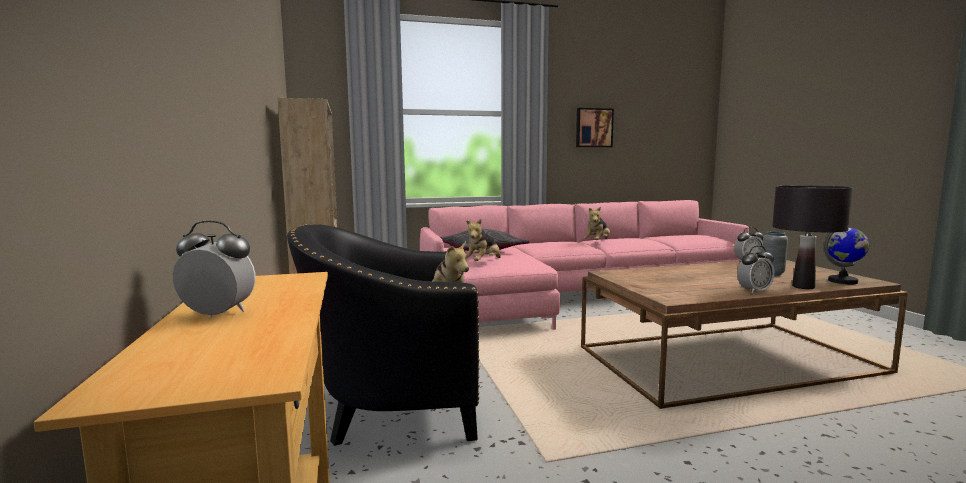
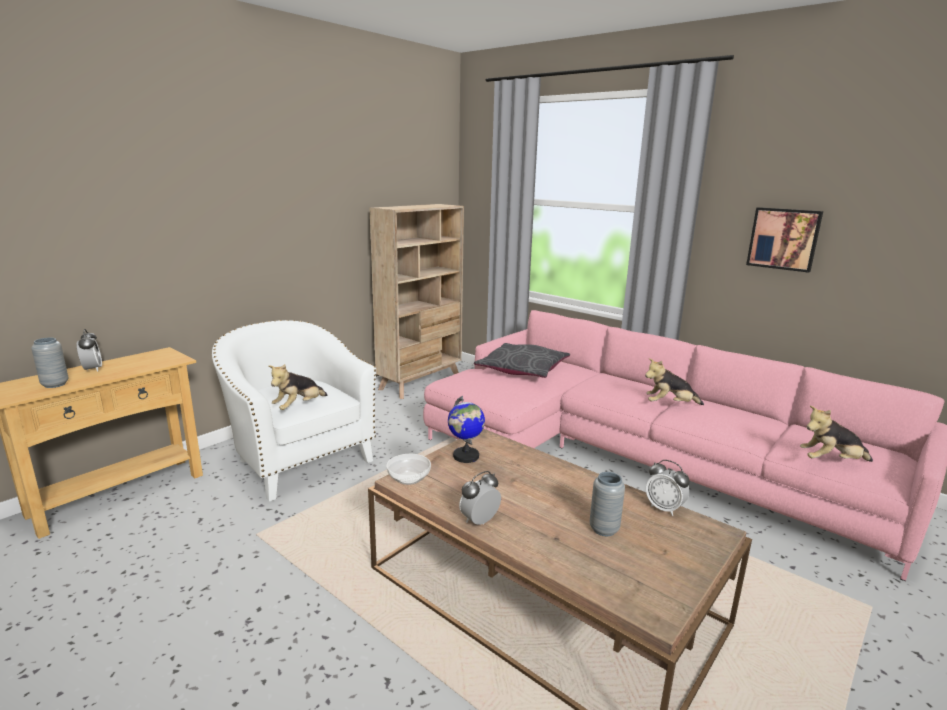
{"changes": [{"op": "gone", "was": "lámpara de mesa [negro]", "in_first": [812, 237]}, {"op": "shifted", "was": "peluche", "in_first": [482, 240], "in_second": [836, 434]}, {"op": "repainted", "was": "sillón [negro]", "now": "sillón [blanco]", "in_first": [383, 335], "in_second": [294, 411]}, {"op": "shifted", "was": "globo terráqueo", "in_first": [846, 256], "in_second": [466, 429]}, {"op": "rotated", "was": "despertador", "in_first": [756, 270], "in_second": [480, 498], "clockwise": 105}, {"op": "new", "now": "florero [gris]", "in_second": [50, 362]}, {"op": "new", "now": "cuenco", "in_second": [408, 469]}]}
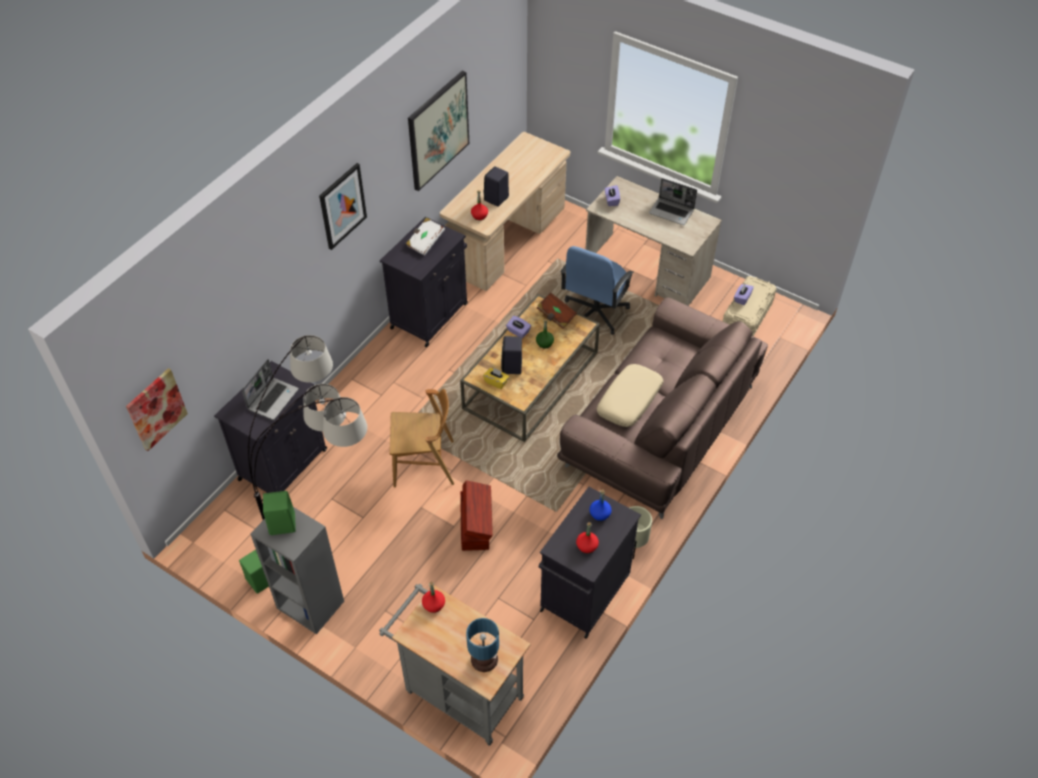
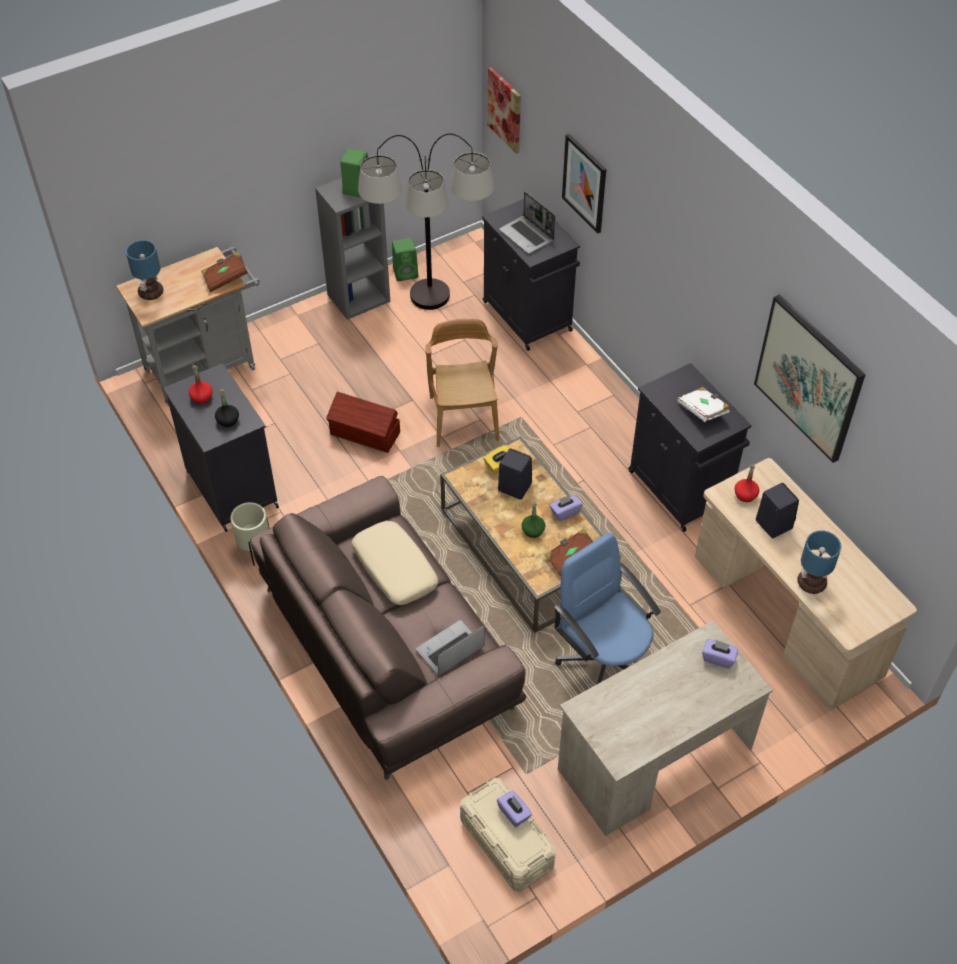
{"changes": [{"op": "shifted", "was": "cuadro", "in_first": [343, 206], "in_second": [584, 183]}, {"op": "shifted", "was": "portátil", "in_first": [673, 201], "in_second": [450, 648]}, {"op": "rotated", "was": "silla [marrón]", "in_first": [421, 438], "in_second": [462, 383], "clockwise": 150}, {"op": "repainted", "was": "botella [azul]", "now": "botella [negro]", "in_first": [601, 505], "in_second": [227, 408]}, {"op": "swapped", "was": "botella [rojo]", "now": "libro [marrón]", "in_first": [433, 597], "in_second": [224, 272]}, {"op": "new", "now": "lámpara de mesa", "in_second": [820, 562]}]}
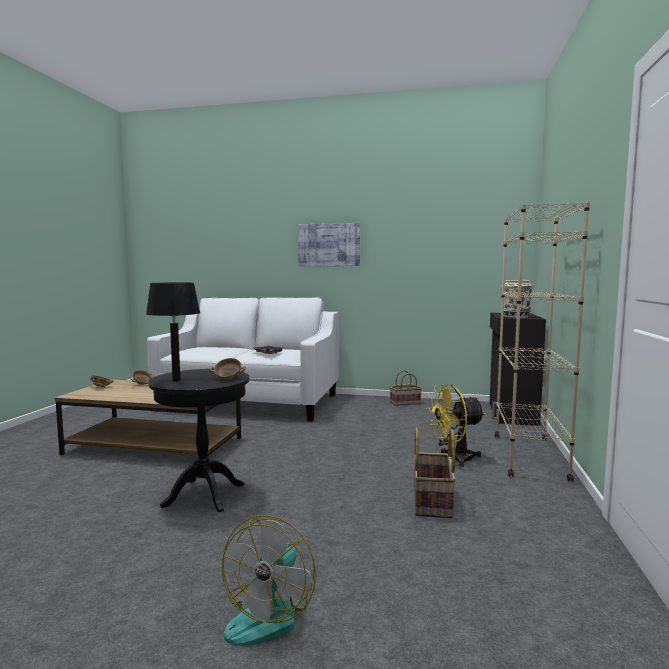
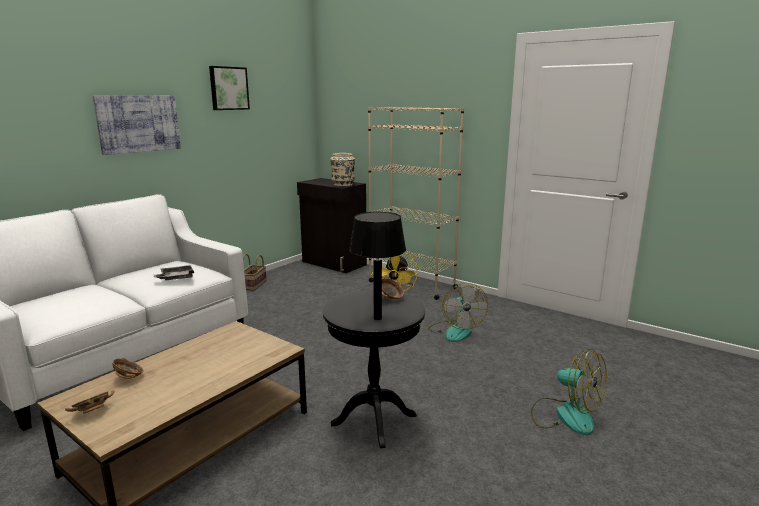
{"changes": [{"op": "swapped", "was": "cesta", "now": "ventilador", "in_first": [435, 473], "in_second": [458, 312]}, {"op": "new", "now": "cuadro", "in_second": [229, 88]}]}
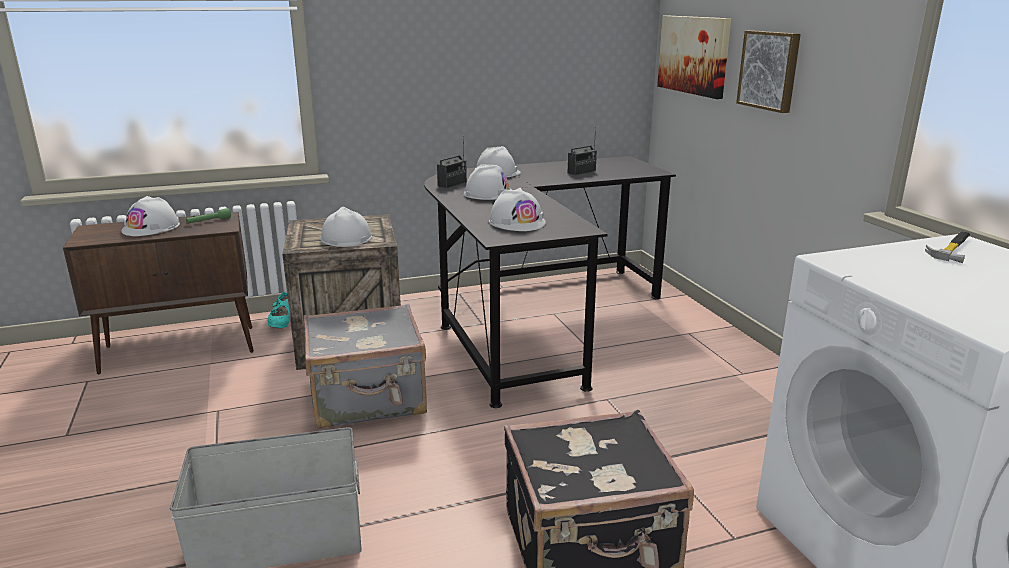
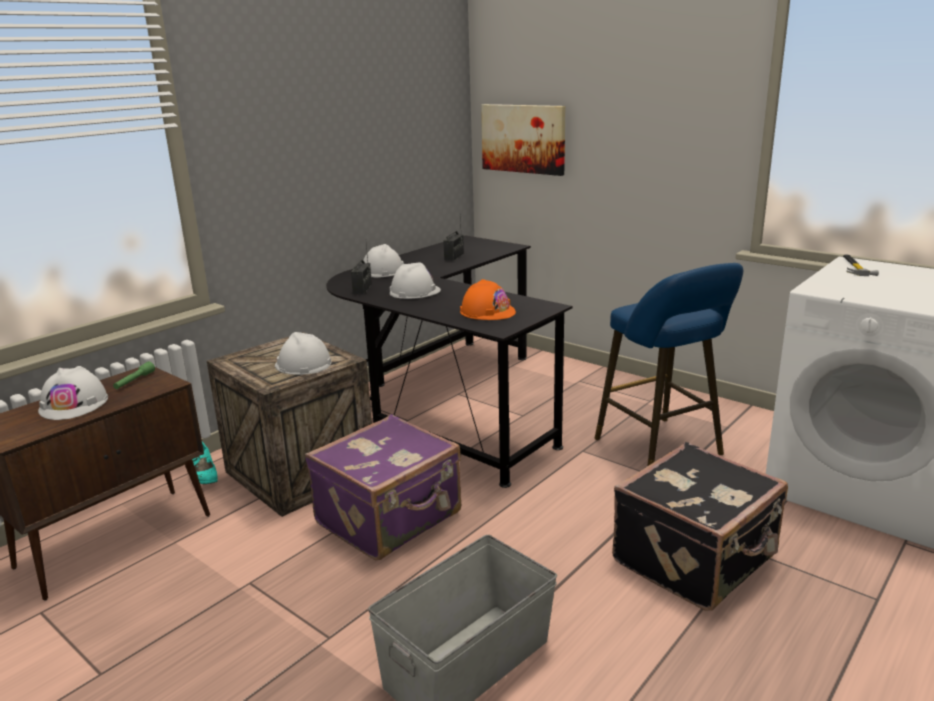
{"changes": [{"op": "gone", "was": "cuadro", "in_first": [768, 71]}, {"op": "repainted", "was": "casco [blanco]", "now": "casco [naranja]", "in_first": [517, 209], "in_second": [488, 299]}, {"op": "repainted", "was": "maleta [gris]", "now": "maleta [morado]", "in_first": [365, 366], "in_second": [383, 487]}, {"op": "new", "now": "taburete [azul]", "in_second": [669, 364]}]}
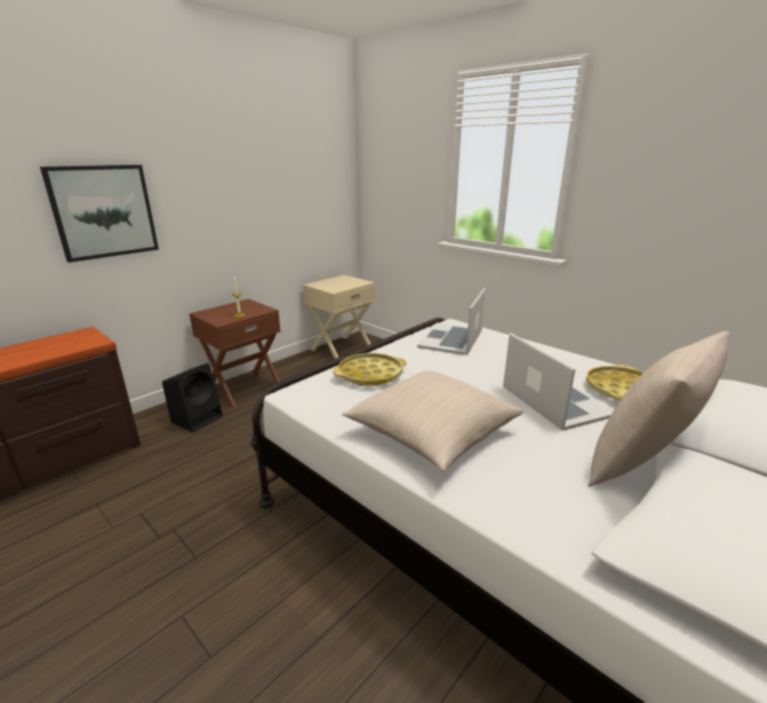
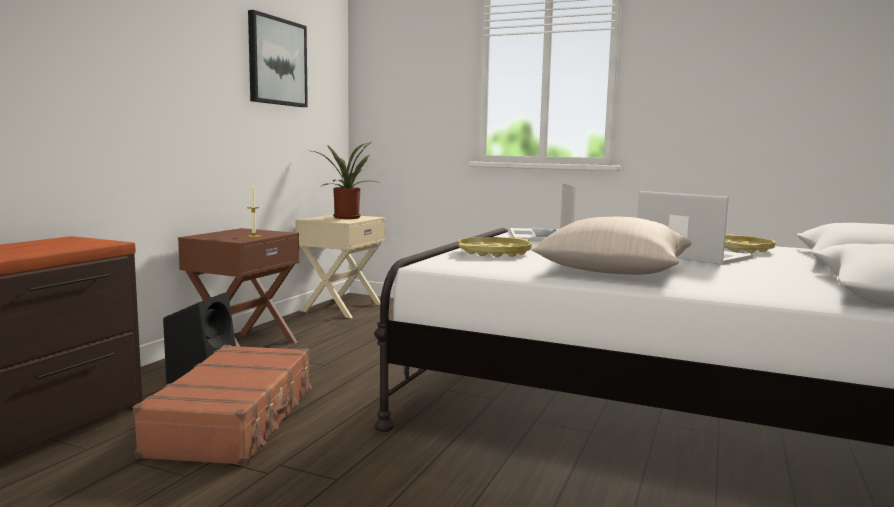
{"changes": [{"op": "shifted", "was": "cuadro", "in_first": [99, 213], "in_second": [278, 58]}, {"op": "gone", "was": "cojín [beis]", "in_first": [659, 409]}, {"op": "new", "now": "planta en maceta", "in_second": [345, 180]}, {"op": "new", "now": "maleta [marrón]", "in_second": [222, 405]}]}
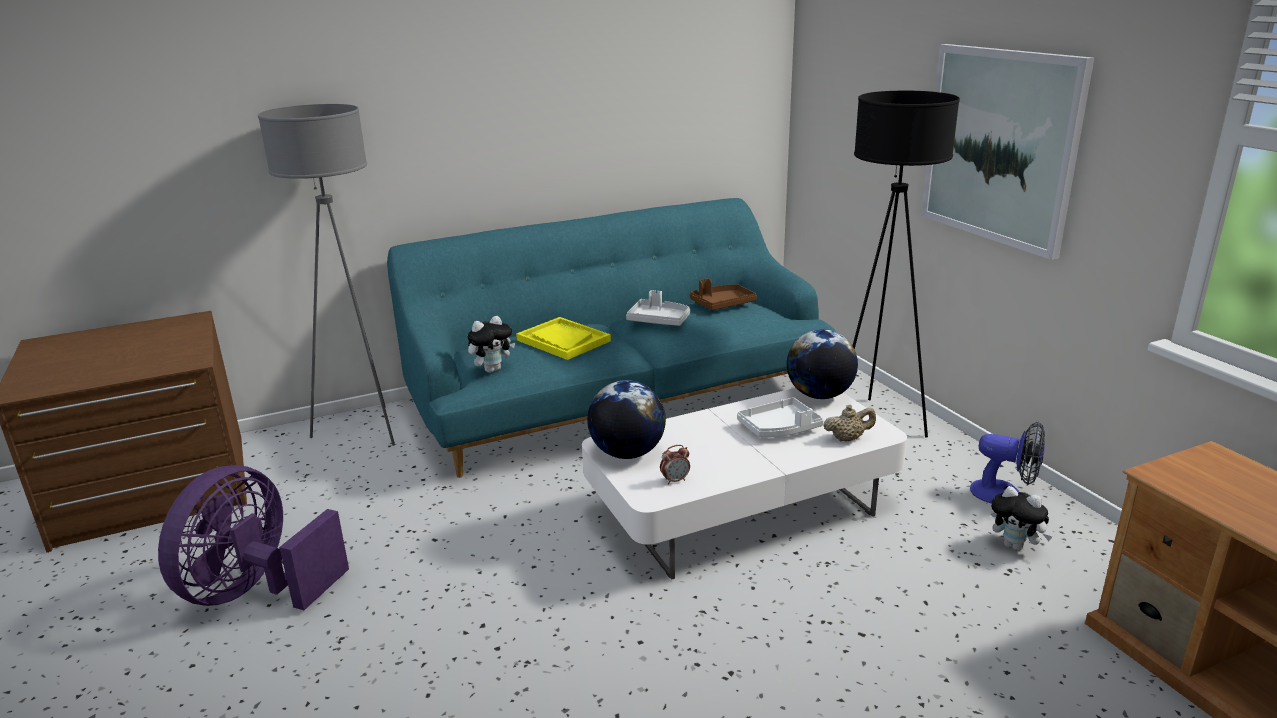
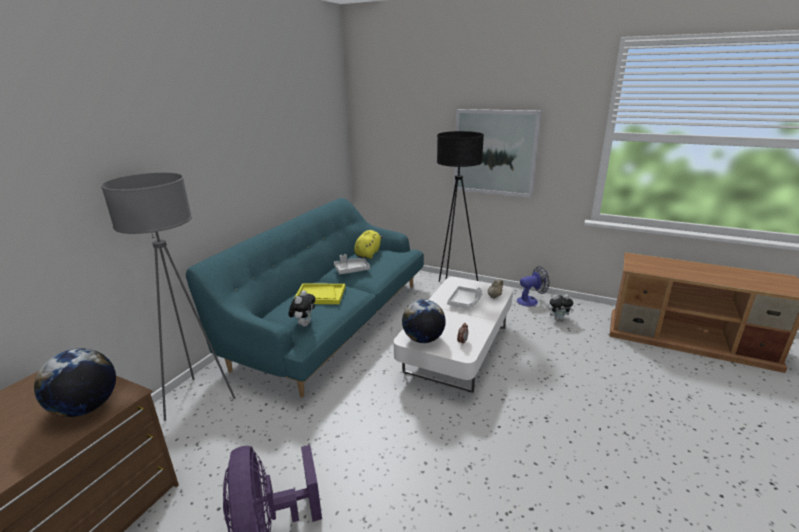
{"changes": [{"op": "swapped", "was": "bandeja [marrón]", "now": "peluche [amarillo]", "in_first": [723, 294], "in_second": [368, 244]}, {"op": "shifted", "was": "globo terráqueo", "in_first": [822, 364], "in_second": [75, 382]}]}
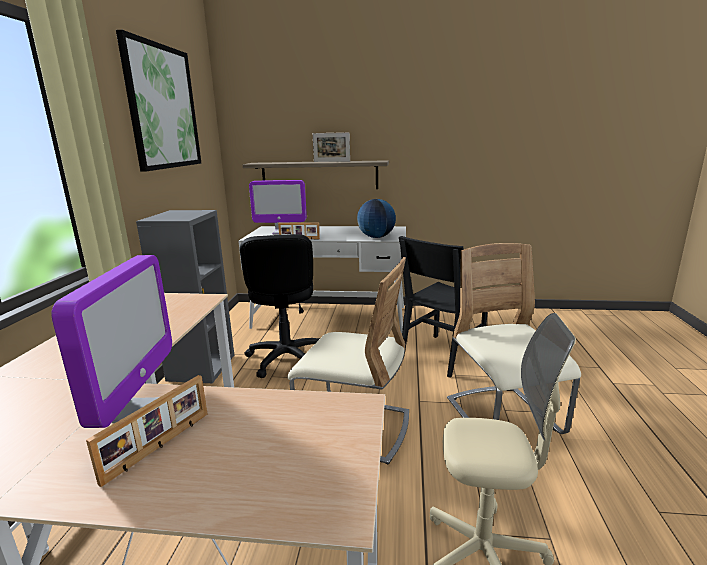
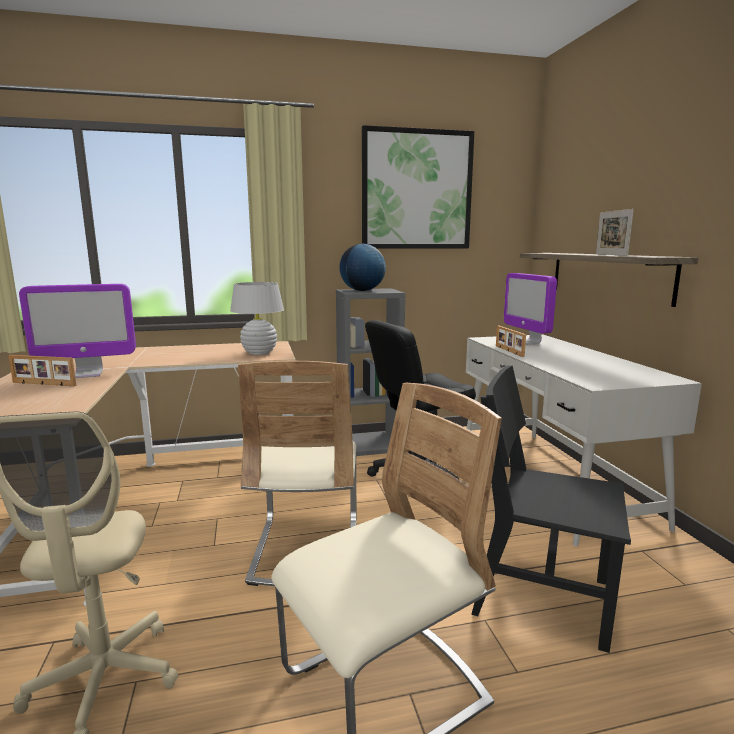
{"changes": [{"op": "shifted", "was": "globo terráqueo", "in_first": [376, 218], "in_second": [363, 267]}, {"op": "new", "now": "lámpara de mesa [blanco]", "in_second": [257, 318]}]}
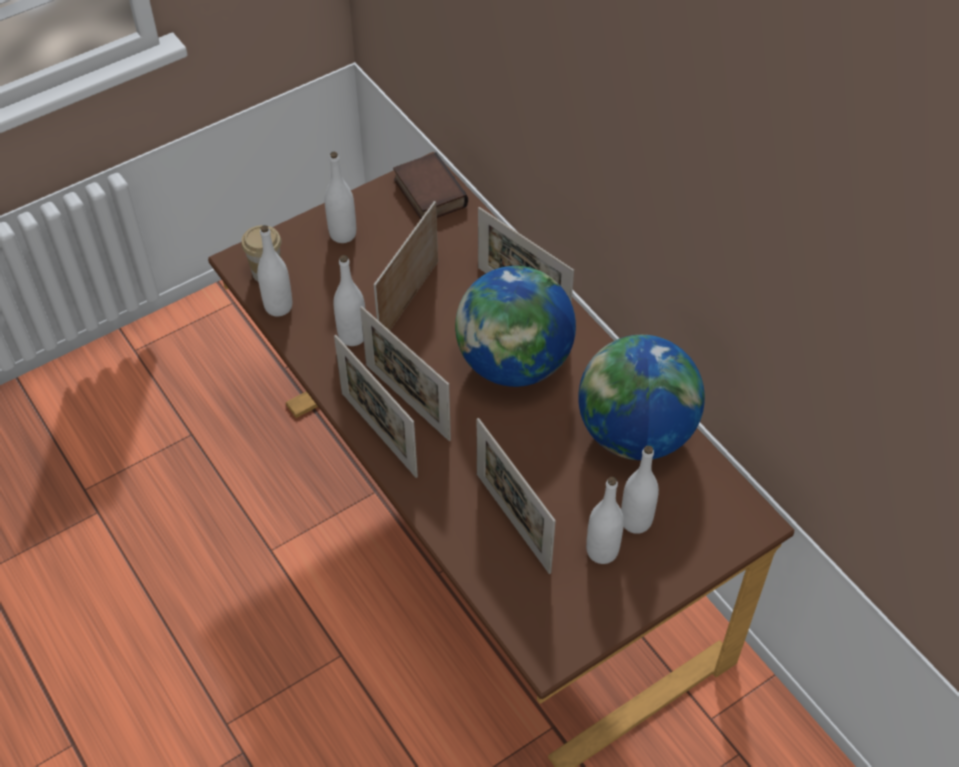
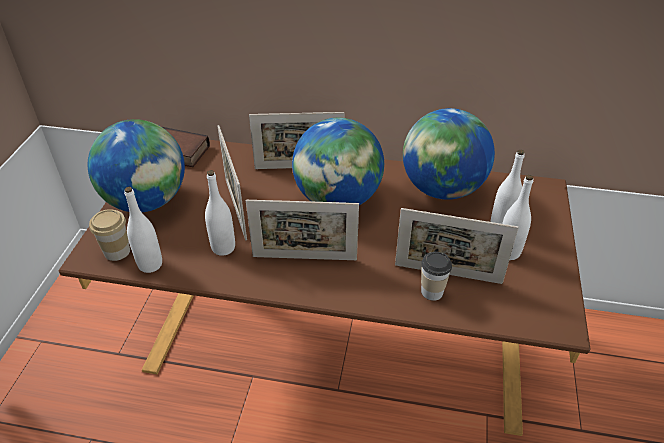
{"changes": [{"op": "swapped", "was": "botella [blanco]", "now": "globo terráqueo", "in_first": [340, 197], "in_second": [136, 165]}, {"op": "gone", "was": "portarretratos", "in_first": [376, 406]}, {"op": "new", "now": "taza", "in_second": [436, 276]}]}
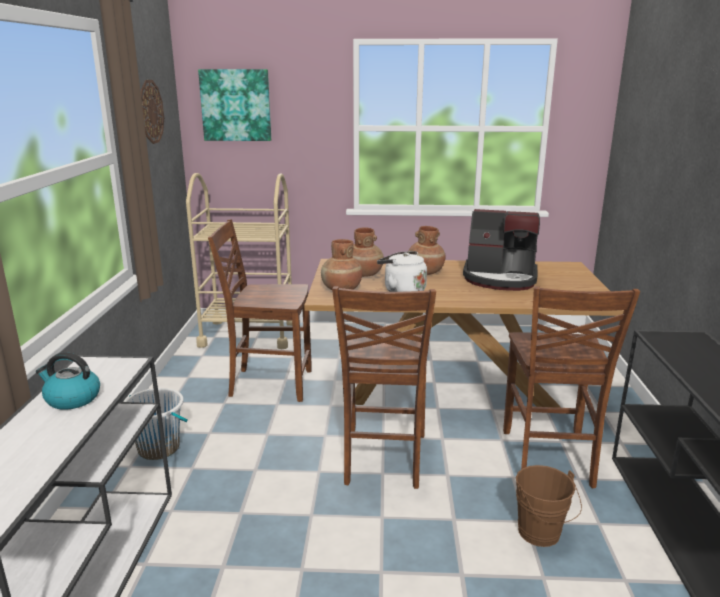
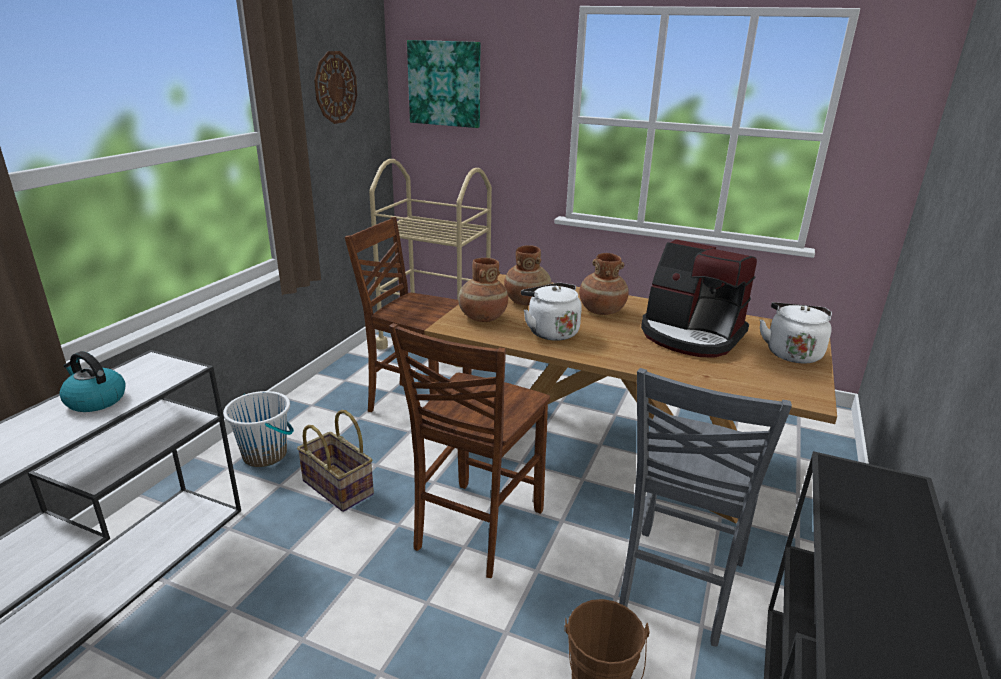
{"changes": [{"op": "repainted", "was": "silla [marrón]", "now": "silla [gris]", "in_first": [571, 387], "in_second": [705, 507]}, {"op": "new", "now": "hervidor [blanco]", "in_second": [796, 333]}, {"op": "new", "now": "cesta", "in_second": [335, 461]}]}
